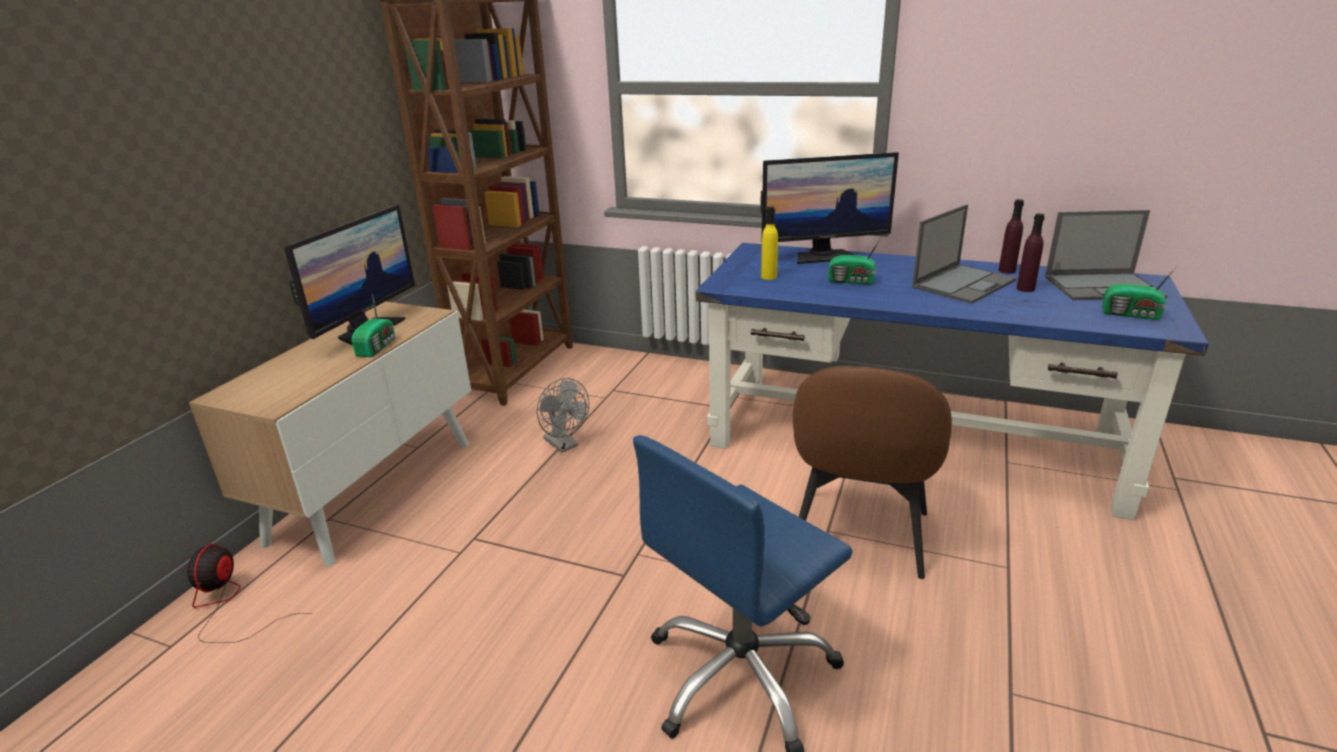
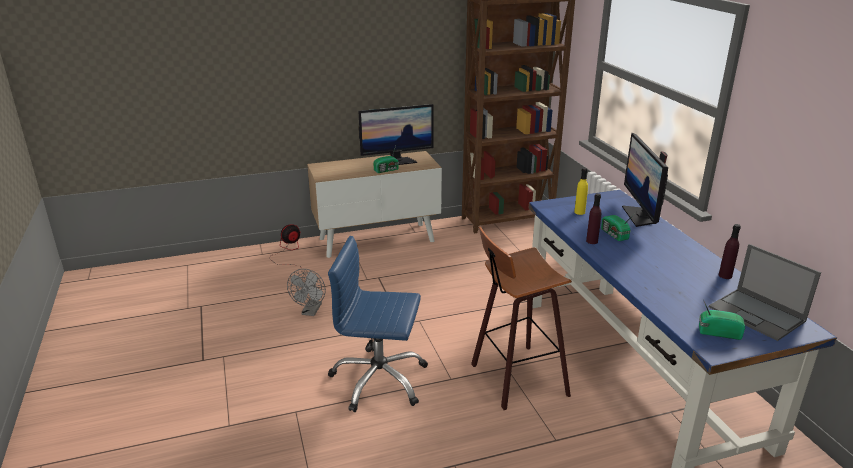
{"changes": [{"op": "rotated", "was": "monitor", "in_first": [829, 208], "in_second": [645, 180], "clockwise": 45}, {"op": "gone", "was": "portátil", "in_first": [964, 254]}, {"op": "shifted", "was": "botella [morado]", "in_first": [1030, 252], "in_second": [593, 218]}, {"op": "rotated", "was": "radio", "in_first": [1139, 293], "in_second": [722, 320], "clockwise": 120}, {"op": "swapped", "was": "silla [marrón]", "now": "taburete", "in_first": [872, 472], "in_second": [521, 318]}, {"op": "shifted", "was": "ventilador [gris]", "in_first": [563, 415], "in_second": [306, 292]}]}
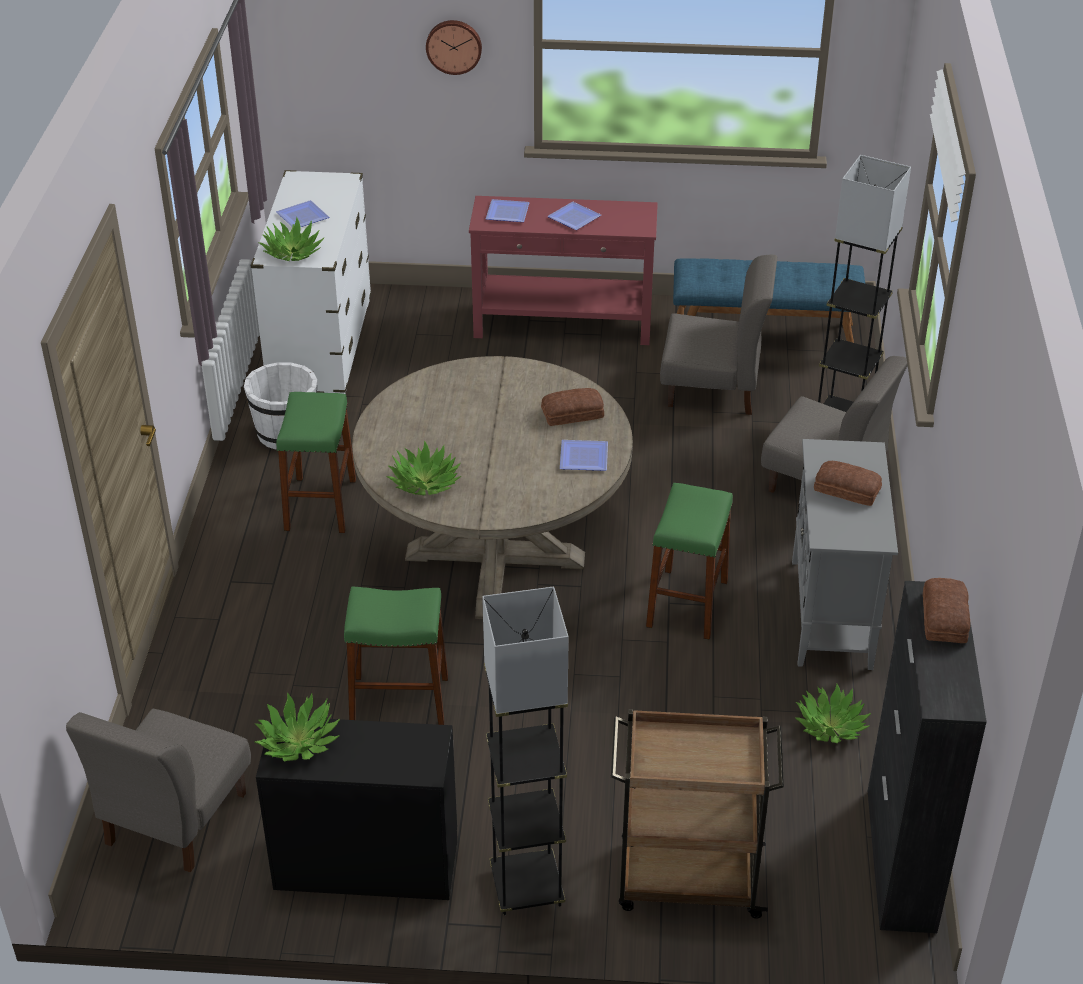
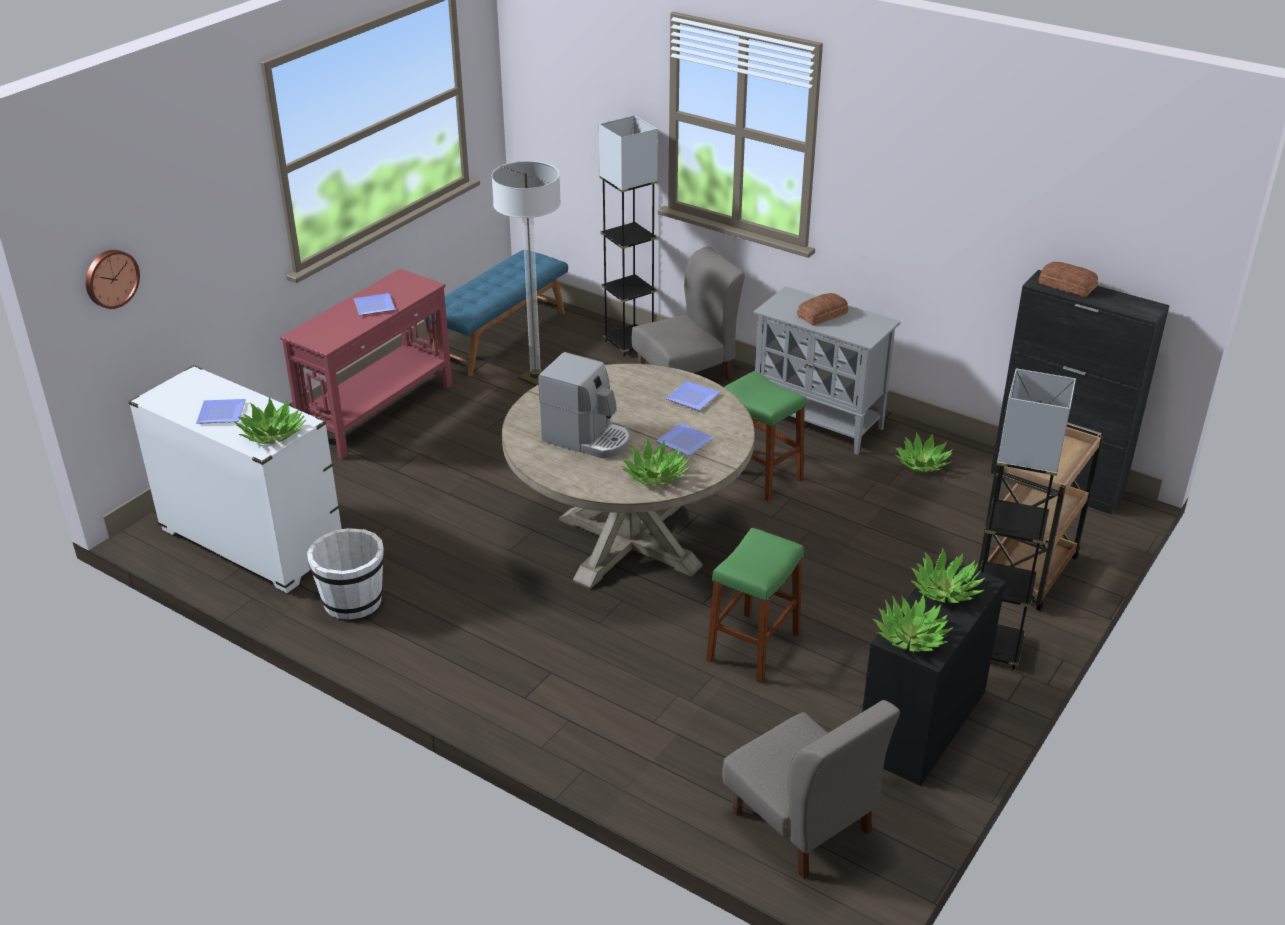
{"changes": [{"op": "shifted", "was": "reloj de pared", "in_first": [454, 47], "in_second": [113, 279]}, {"op": "shifted", "was": "plato", "in_first": [508, 210], "in_second": [685, 439]}, {"op": "swapped", "was": "silla [gris]", "now": "lámpara de pie", "in_first": [719, 334], "in_second": [526, 273]}, {"op": "gone", "was": "pan", "in_first": [572, 407]}, {"op": "gone", "was": "taburete [verde]", "in_first": [316, 462]}, {"op": "new", "now": "cafetera", "in_second": [584, 405]}, {"op": "new", "now": "planta en maceta", "in_second": [947, 575]}]}
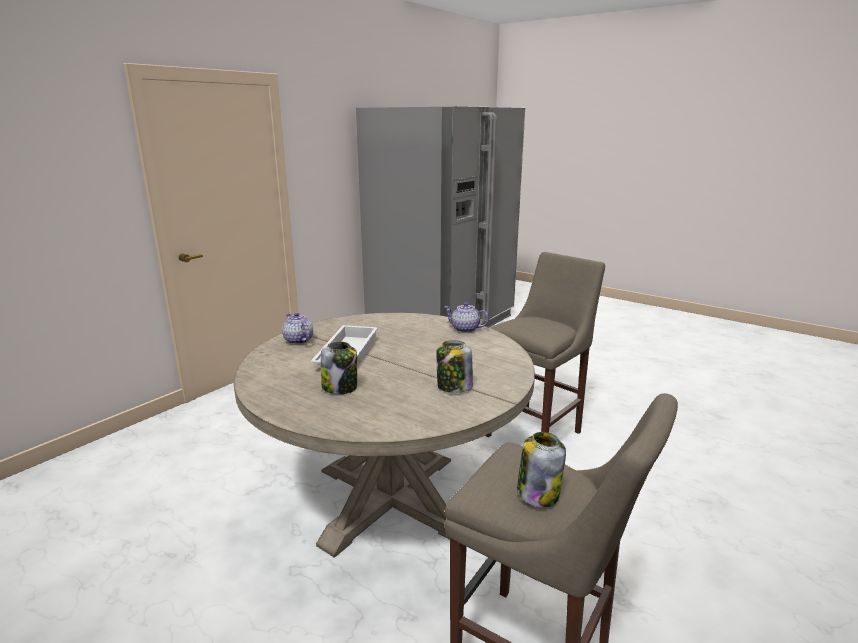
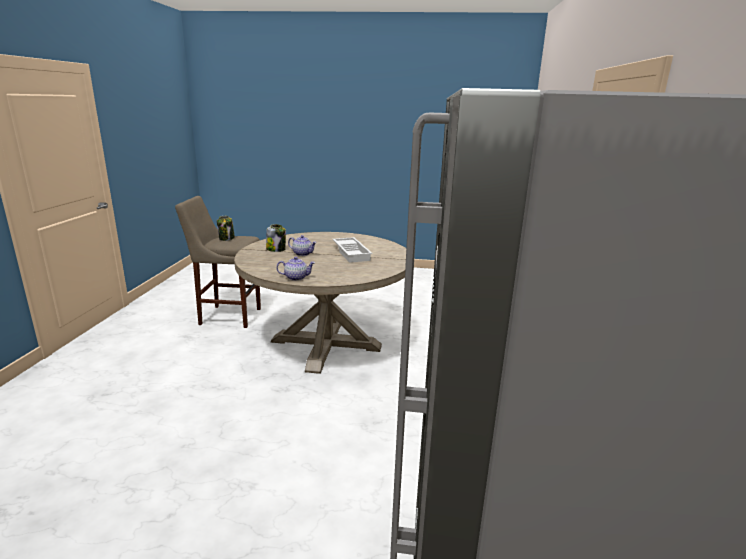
{"changes": [{"op": "gone", "was": "taburete [beis]", "in_first": [545, 344]}, {"op": "shifted", "was": "tetera", "in_first": [297, 329], "in_second": [302, 245]}, {"op": "gone", "was": "tarro", "in_first": [339, 367]}]}
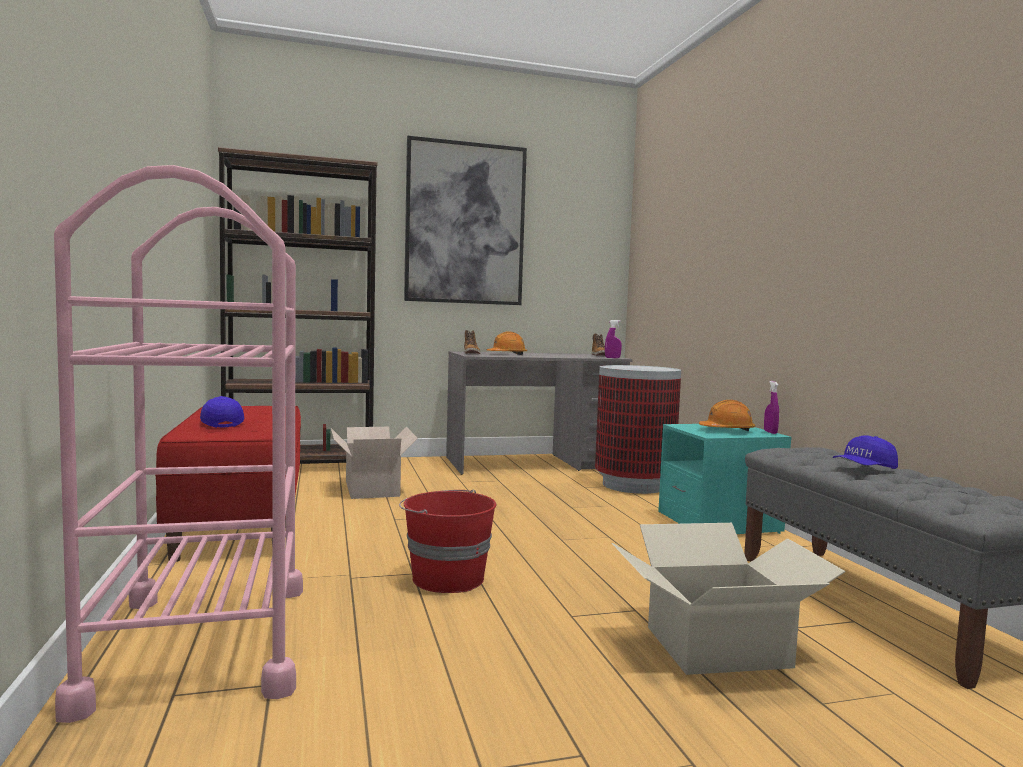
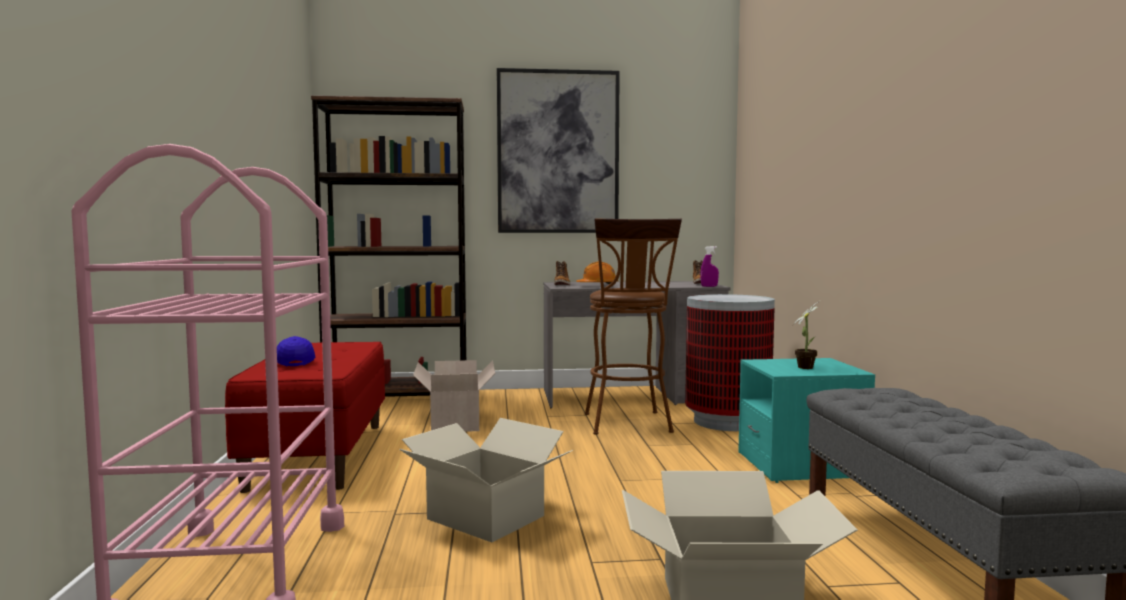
{"changes": [{"op": "gone", "was": "pulverizador [morado]", "in_first": [771, 407]}, {"op": "swapped", "was": "casco [naranja]", "now": "planta en maceta", "in_first": [727, 416], "in_second": [805, 335]}, {"op": "gone", "was": "gorra [azul]", "in_first": [865, 452]}, {"op": "swapped", "was": "cubo [rojo]", "now": "caja de cartón", "in_first": [447, 541], "in_second": [486, 480]}, {"op": "new", "now": "taburete [marrón]", "in_second": [633, 326]}]}
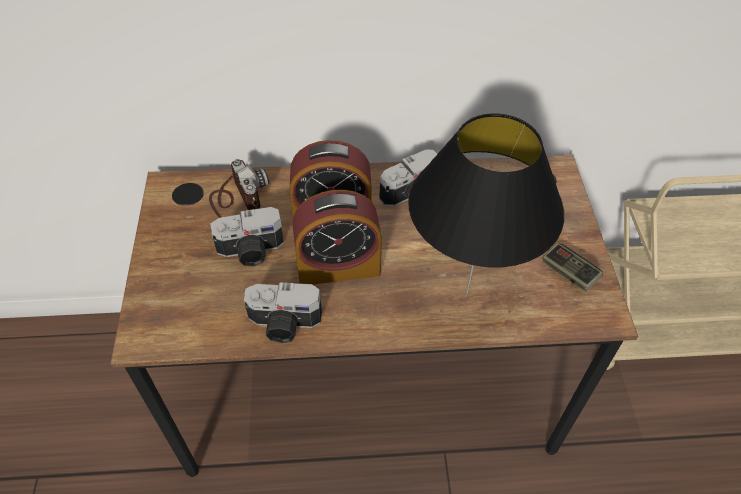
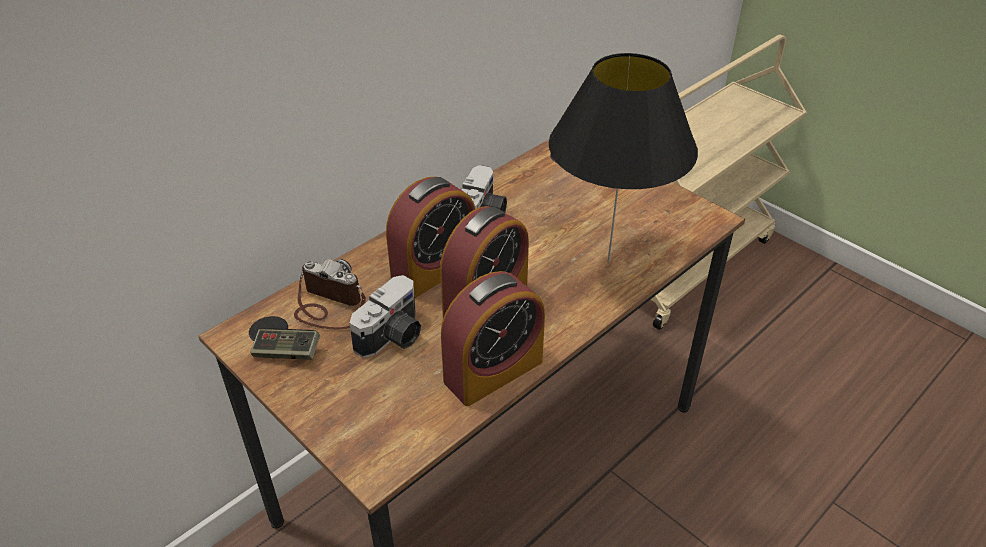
{"changes": [{"op": "shifted", "was": "mando de consola", "in_first": [572, 267], "in_second": [285, 344]}, {"op": "swapped", "was": "cámara", "now": "despertador", "in_first": [283, 312], "in_second": [493, 338]}]}
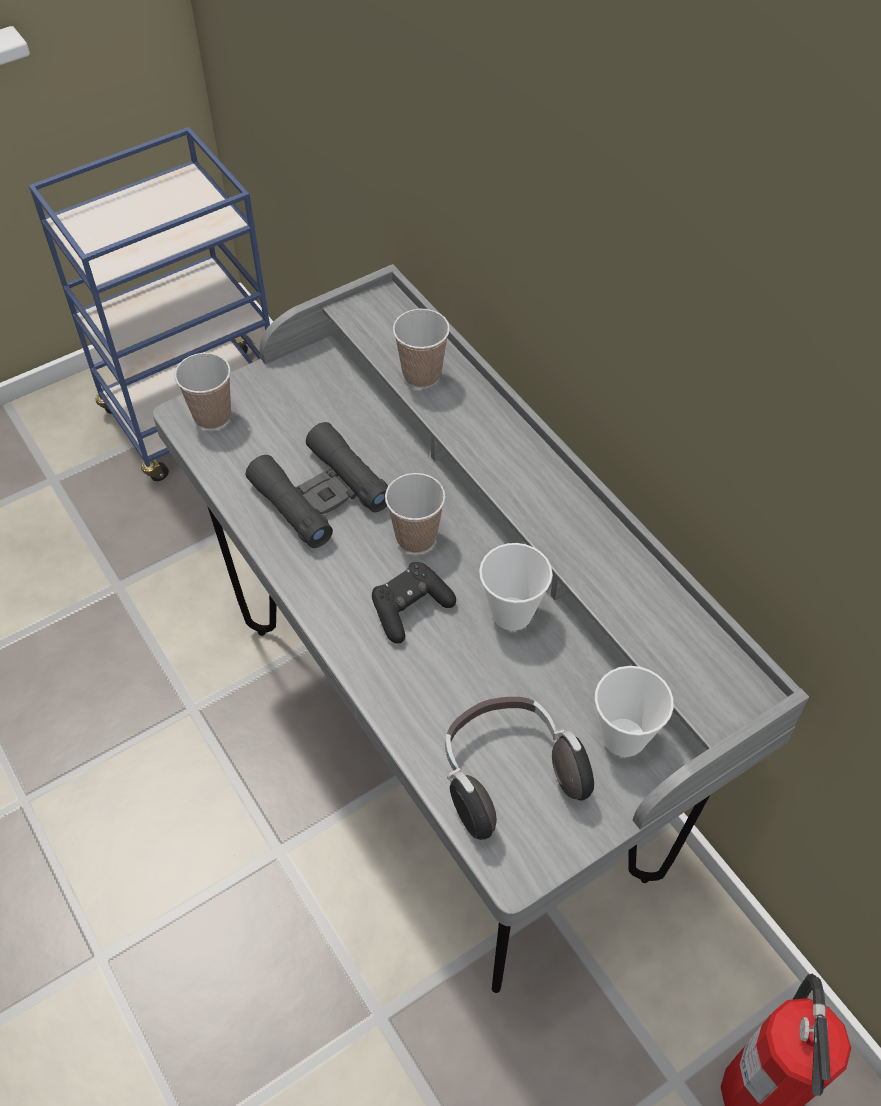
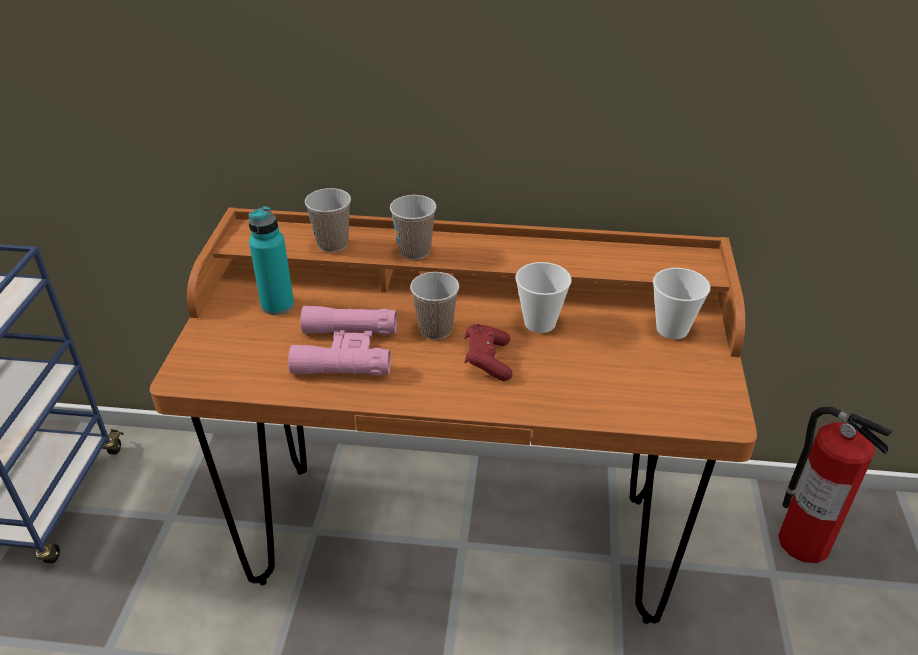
{"changes": [{"op": "repainted", "was": "escritorio [gris]", "now": "escritorio [naranja]", "in_first": [481, 628], "in_second": [453, 415]}, {"op": "shifted", "was": "taza", "in_first": [202, 391], "in_second": [413, 227]}, {"op": "repainted", "was": "prismáticos [negro]", "now": "prismáticos [rosa]", "in_first": [317, 485], "in_second": [342, 341]}, {"op": "repainted", "was": "mando de consola [negro]", "now": "mando de consola [rojo]", "in_first": [414, 603], "in_second": [488, 352]}, {"op": "gone", "was": "auriculares", "in_first": [519, 768]}, {"op": "new", "now": "botella [turquesa]", "in_second": [271, 260]}]}
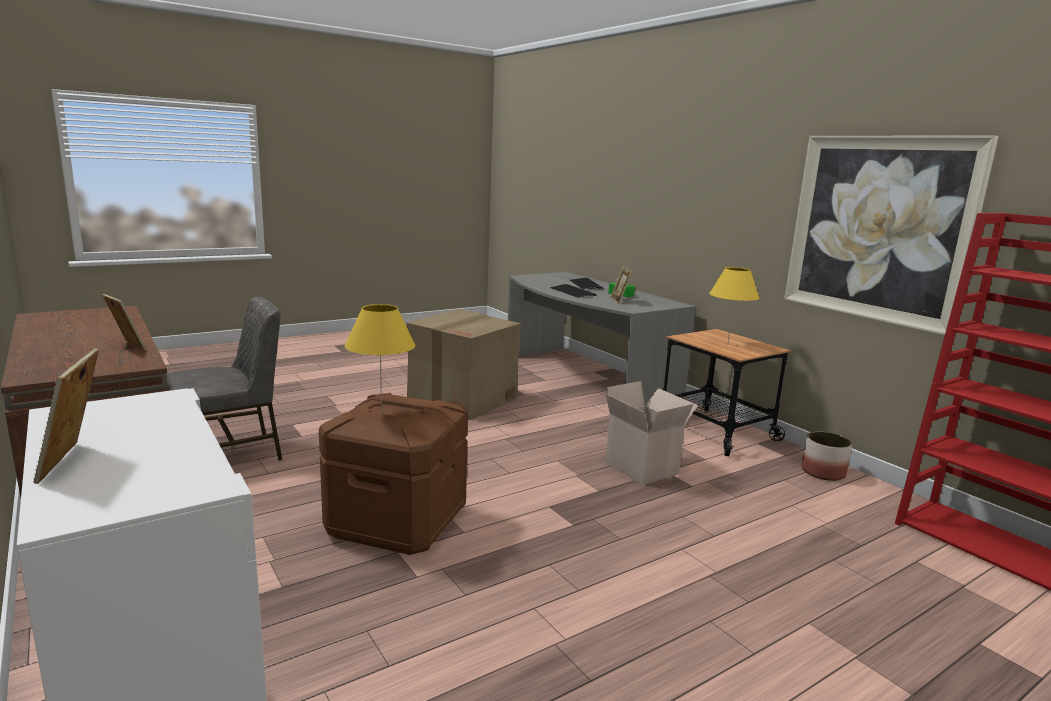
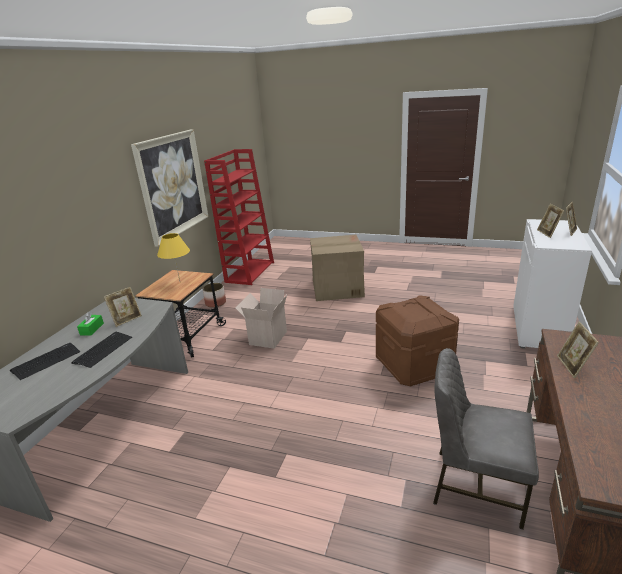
{"changes": [{"op": "gone", "was": "lámpara de mesa [amarillo]", "in_first": [380, 358]}, {"op": "shifted", "was": "caja de cartón", "in_first": [464, 364], "in_second": [337, 268]}, {"op": "new", "now": "portarretratos", "in_second": [550, 220]}]}
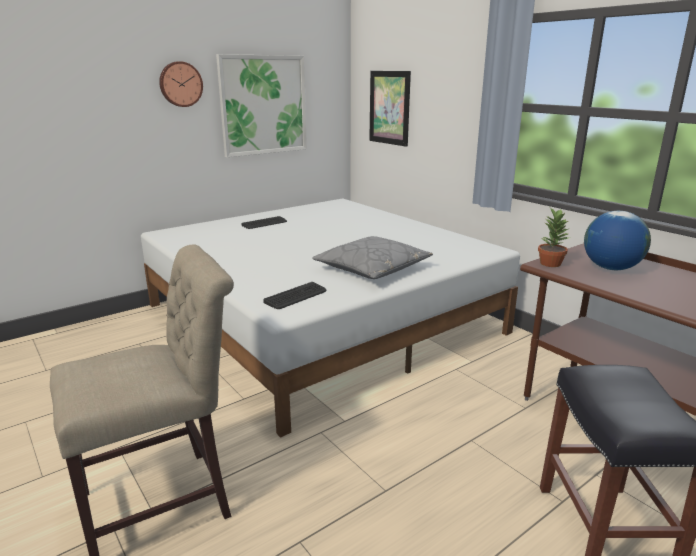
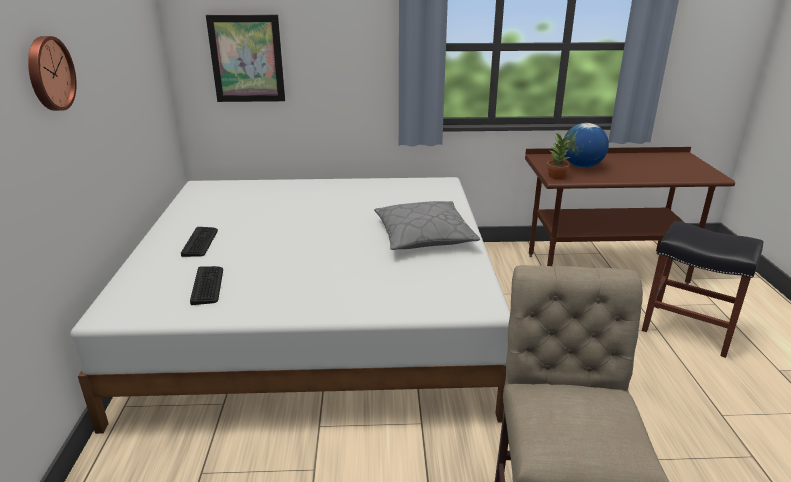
{"changes": [{"op": "gone", "was": "cuadro", "in_first": [261, 105]}, {"op": "shifted", "was": "teclado", "in_first": [294, 295], "in_second": [206, 285]}]}
